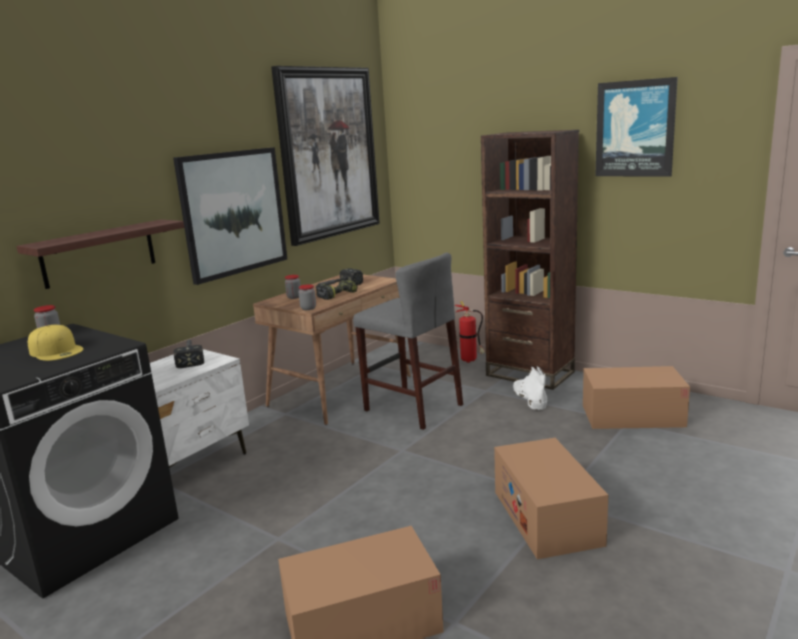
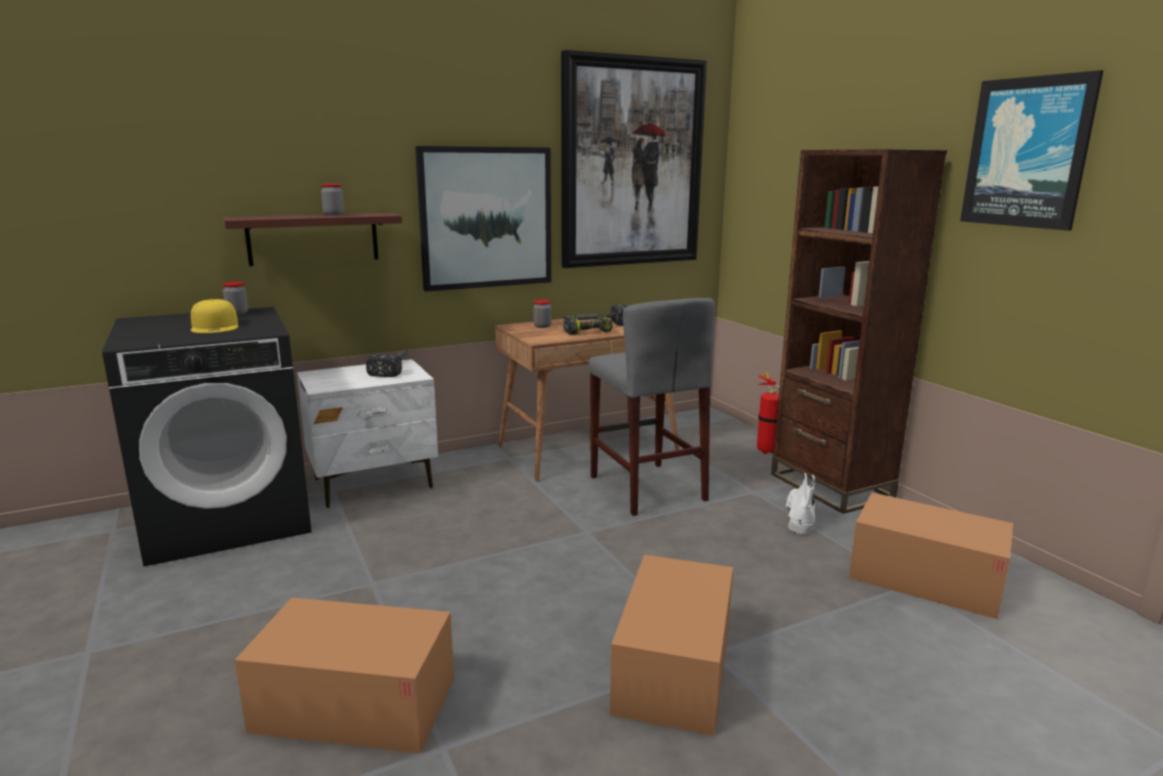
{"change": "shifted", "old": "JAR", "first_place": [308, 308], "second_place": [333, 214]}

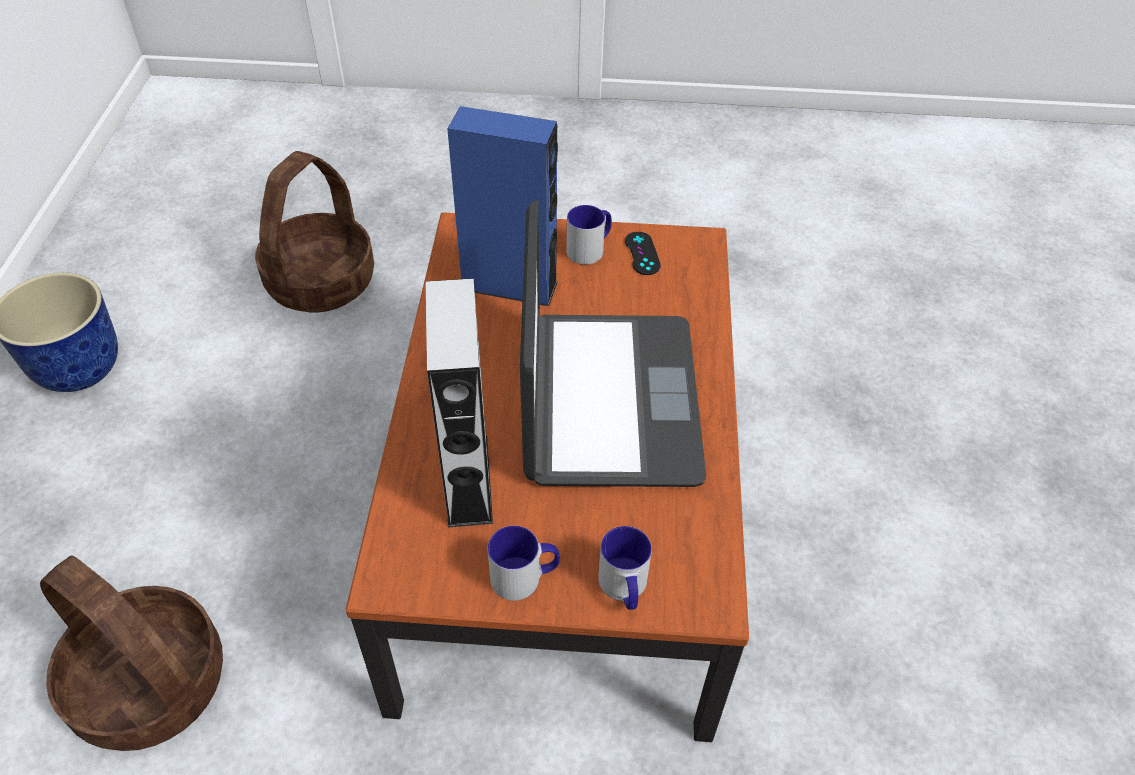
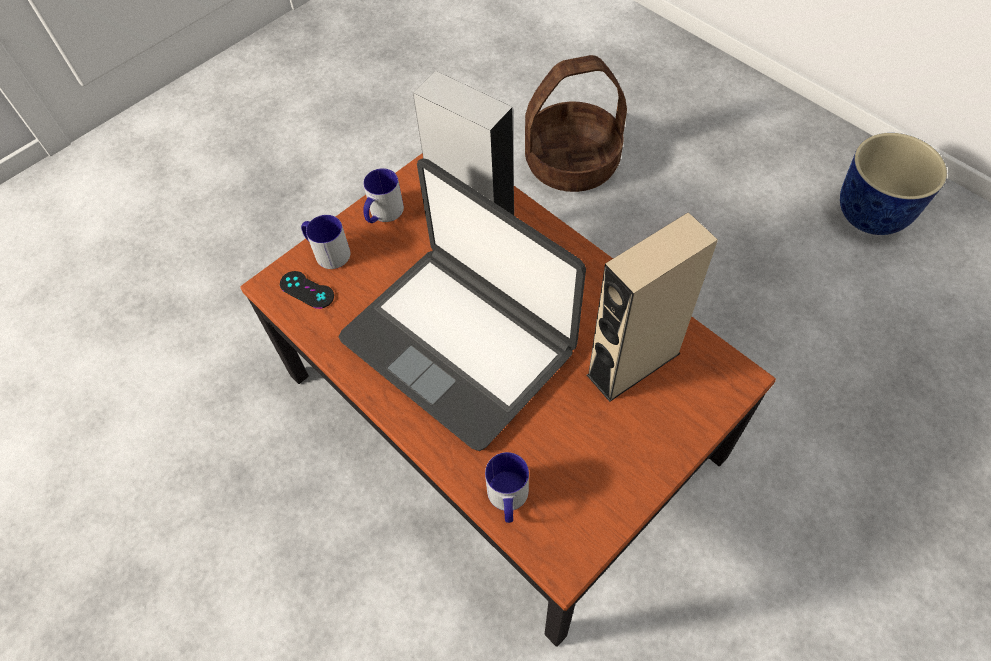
{"change": "shifted", "old": "BLACK GAME CONTROLLER", "first_place": [642, 253], "second_place": [307, 290]}
{"change": "shifted", "old": "MUG", "first_place": [590, 249], "second_place": [508, 499]}
{"change": "repainted", "old": "BLUE SPEAKER", "new": "BEIGE SPEAKER", "first_place": [509, 285], "second_place": [633, 364]}
{"change": "gone", "old": "BASKET", "first_place": [321, 282]}

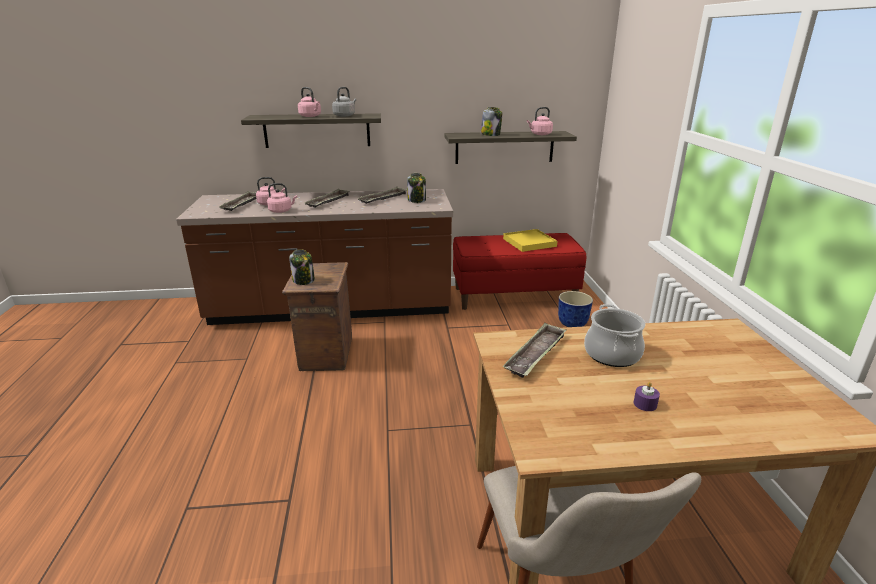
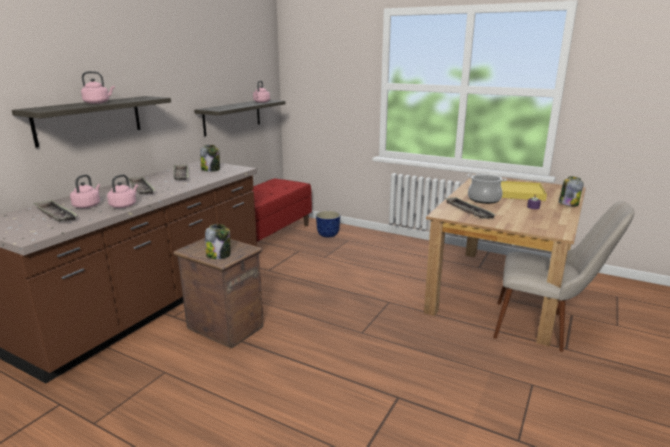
{"change": "shifted", "old": "YELLOW TRAY", "first_place": [529, 242], "second_place": [520, 193]}
{"change": "shifted", "old": "JAR", "first_place": [490, 135], "second_place": [568, 204]}
{"change": "gone", "old": "GREY KETTLE", "first_place": [345, 115]}

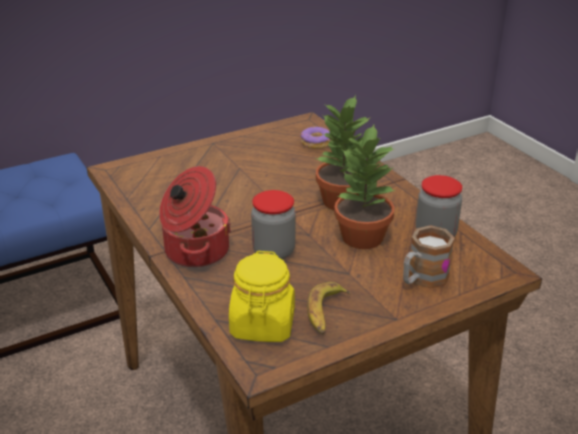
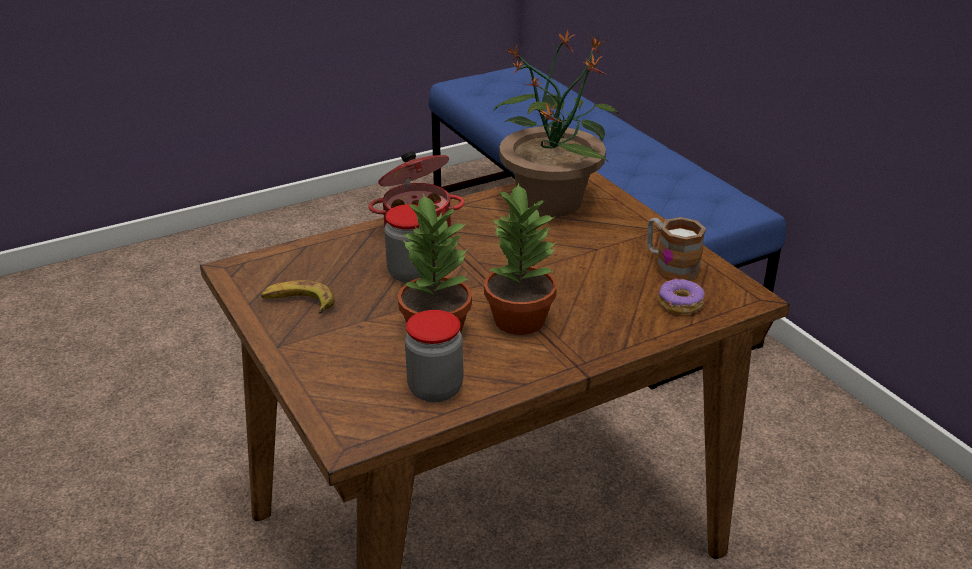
{"change": "new", "new": "POTTED PLANT", "second_place": [550, 201]}
{"change": "shifted", "old": "MUG", "first_place": [422, 279], "second_place": [670, 266]}
{"change": "gone", "old": "YELLOW JAR", "first_place": [263, 325]}

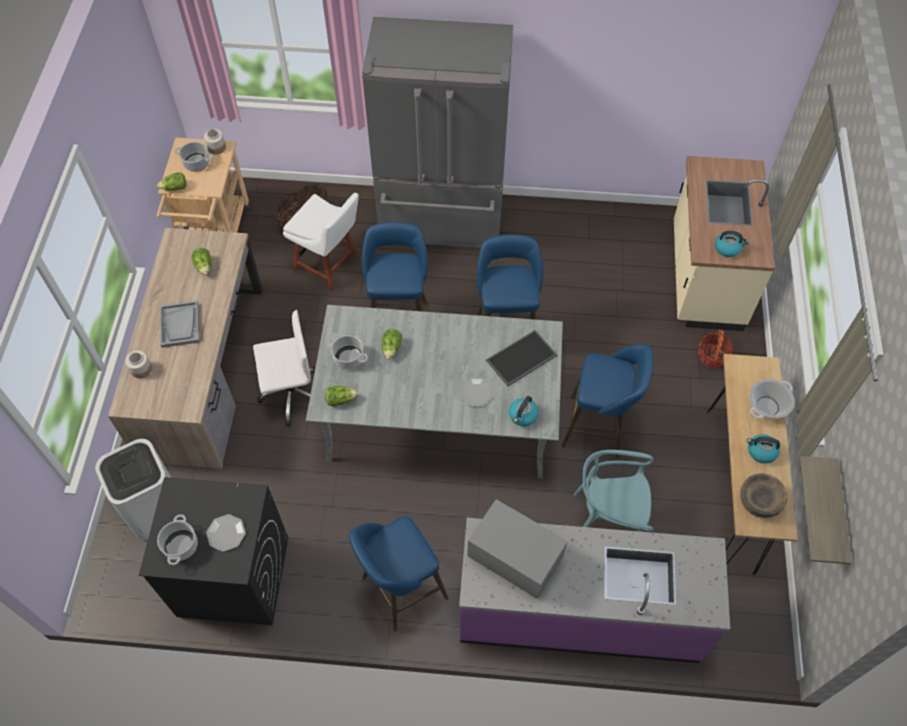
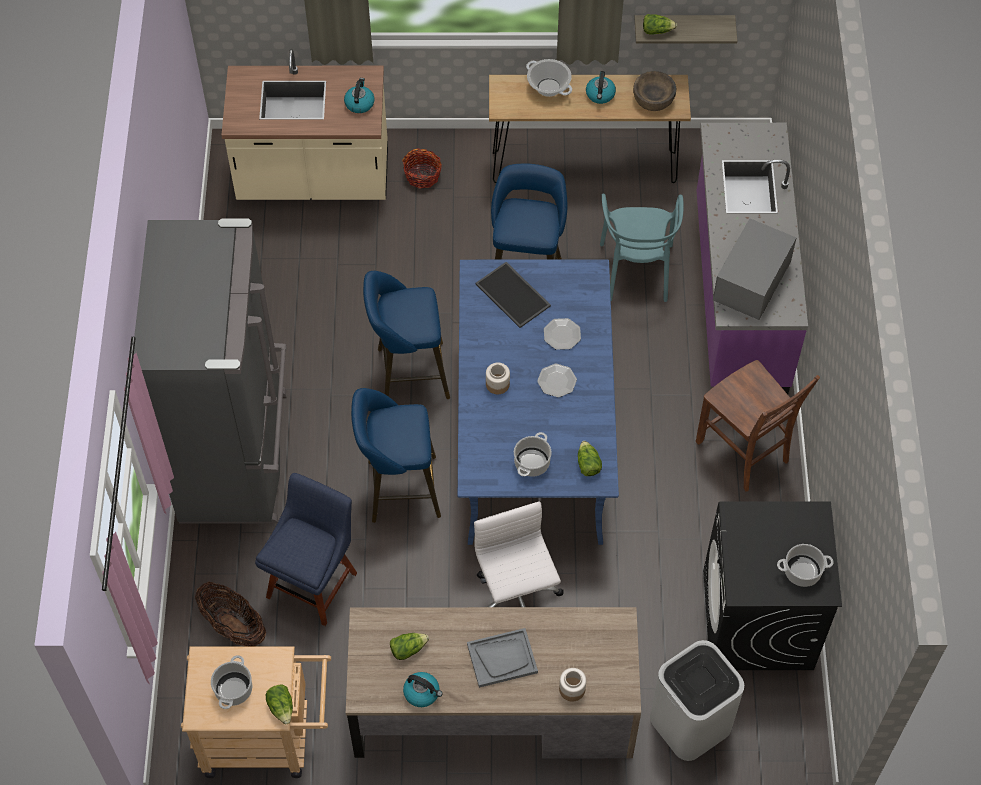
{"change": "repainted", "old": "WHITE CHAIR", "new": "BLUE CHAIR", "first_place": [330, 265], "second_place": [314, 581]}
{"change": "shifted", "old": "KETTLE", "first_place": [523, 416], "second_place": [422, 693]}
{"change": "repainted", "old": "GREY DINING TABLE", "new": "BLUE DINING TABLE", "first_place": [439, 418], "second_place": [532, 433]}
{"change": "shifted", "old": "JAR", "first_place": [216, 148], "second_place": [498, 384]}
{"change": "shifted", "old": "PLATE", "first_place": [226, 533], "second_place": [557, 381]}
{"change": "shifted", "old": "LETTUCE", "first_place": [392, 348], "second_place": [657, 30]}
{"change": "swapped", "old": "BLUE STOOL", "new": "BROWN CHAIR", "first_place": [400, 590], "second_place": [744, 452]}

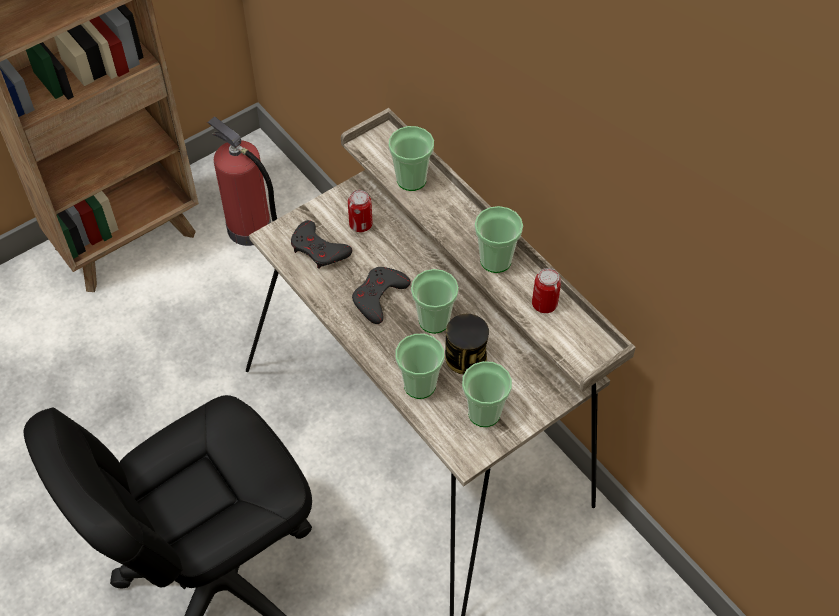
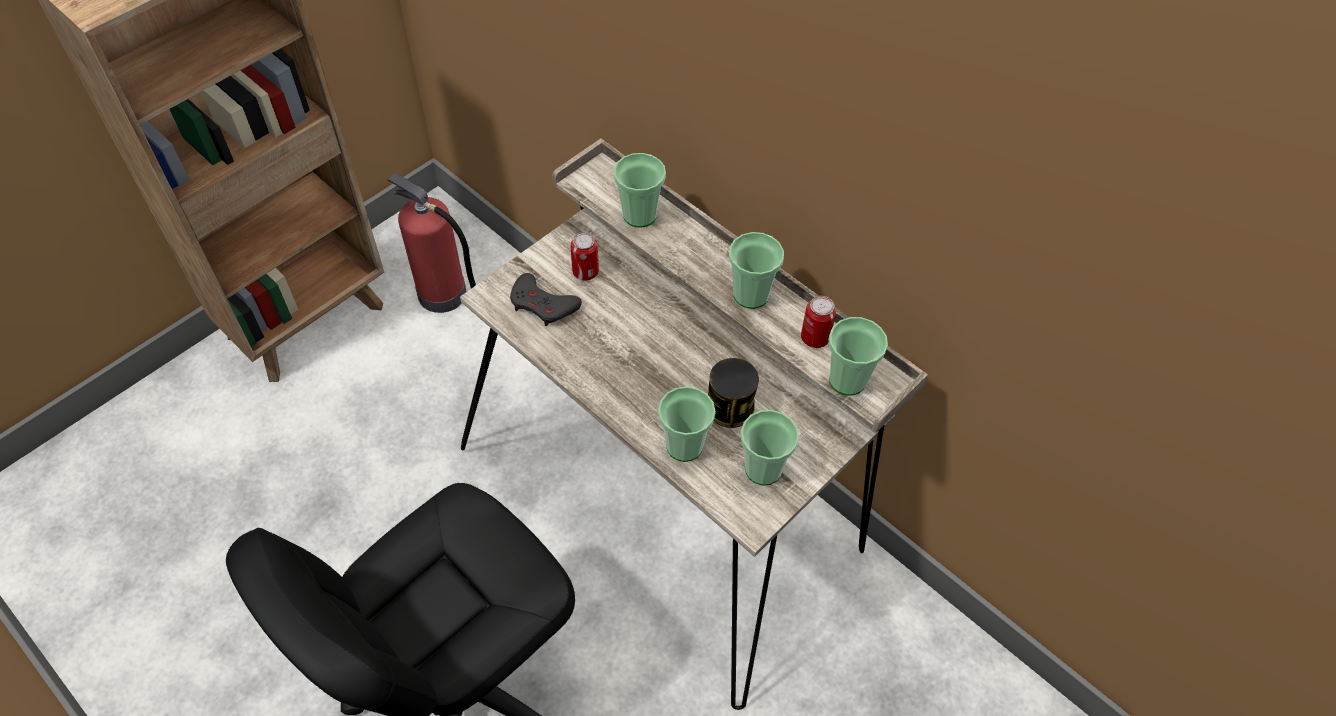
{"change": "shifted", "old": "CUP", "first_place": [434, 320], "second_place": [847, 380]}
{"change": "gone", "old": "GREY GAME CONTROLLER", "first_place": [379, 297]}

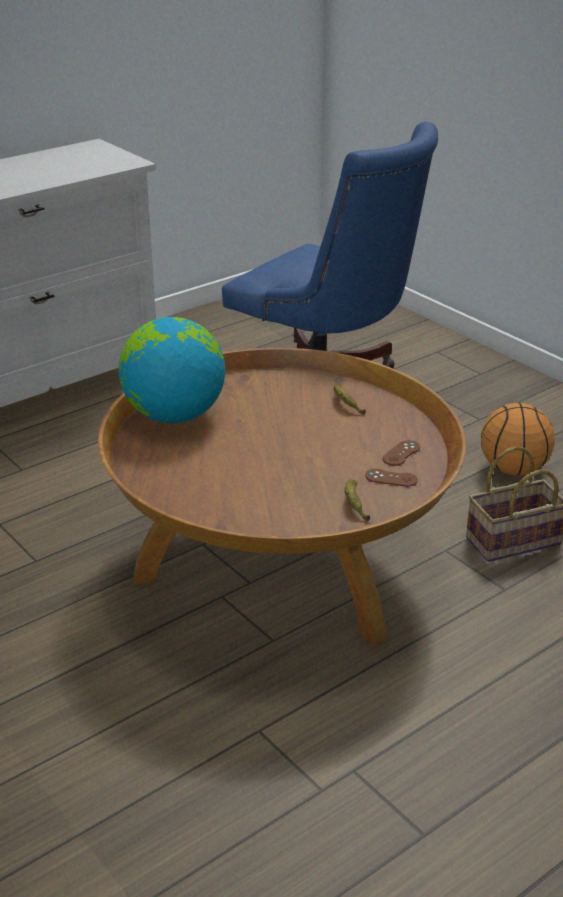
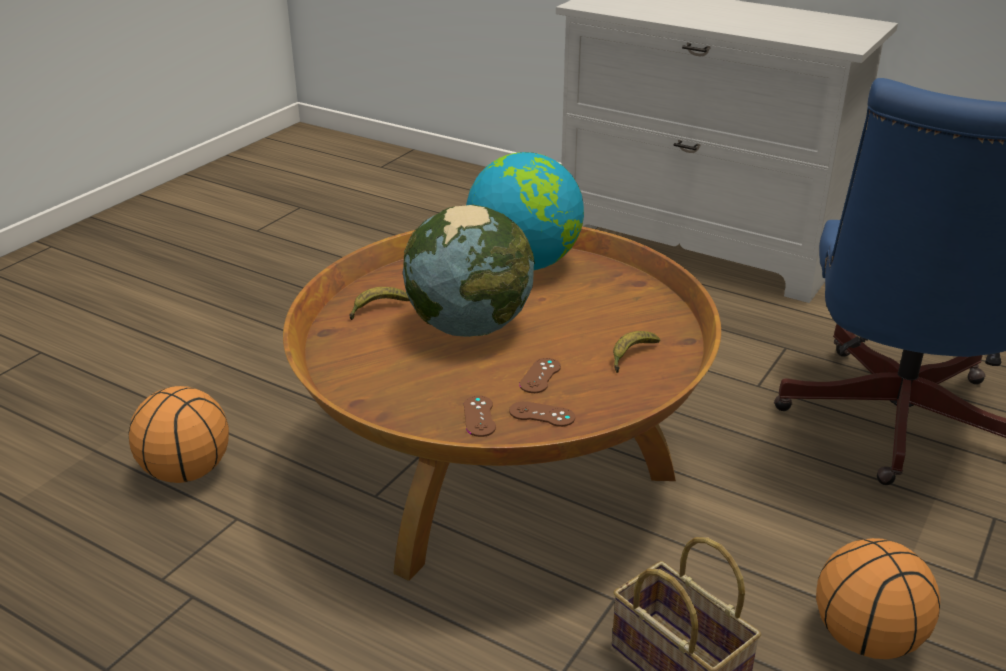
{"change": "new", "new": "BASKETBALL", "second_place": [187, 471]}
{"change": "shifted", "old": "BANANA", "first_place": [354, 505], "second_place": [377, 308]}
{"change": "new", "new": "GLOBE", "second_place": [470, 327]}
{"change": "new", "new": "BROWN GAME CONTROLLER", "second_place": [540, 376]}

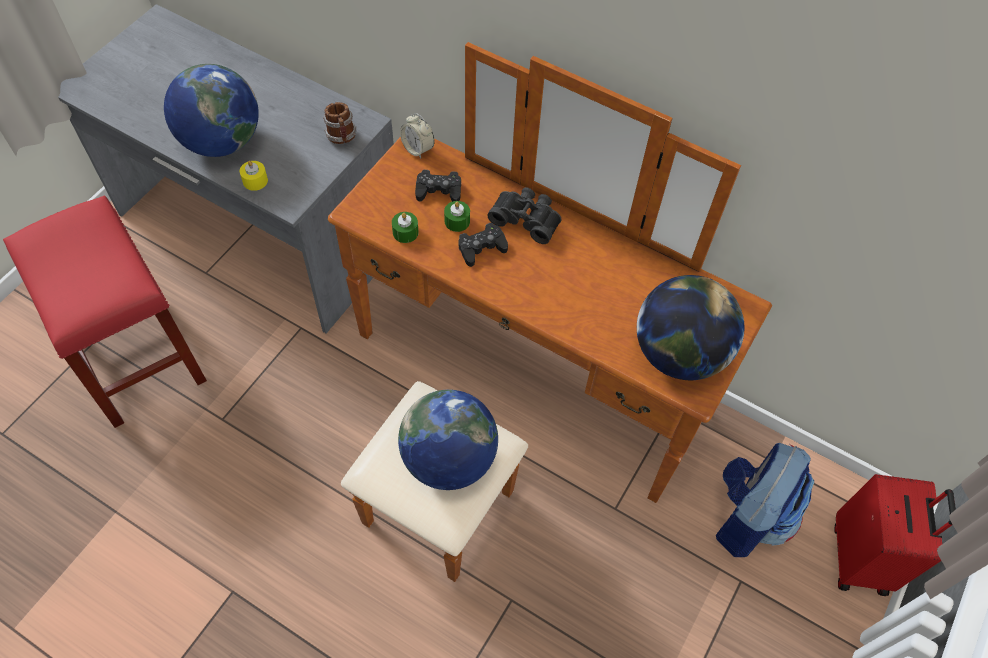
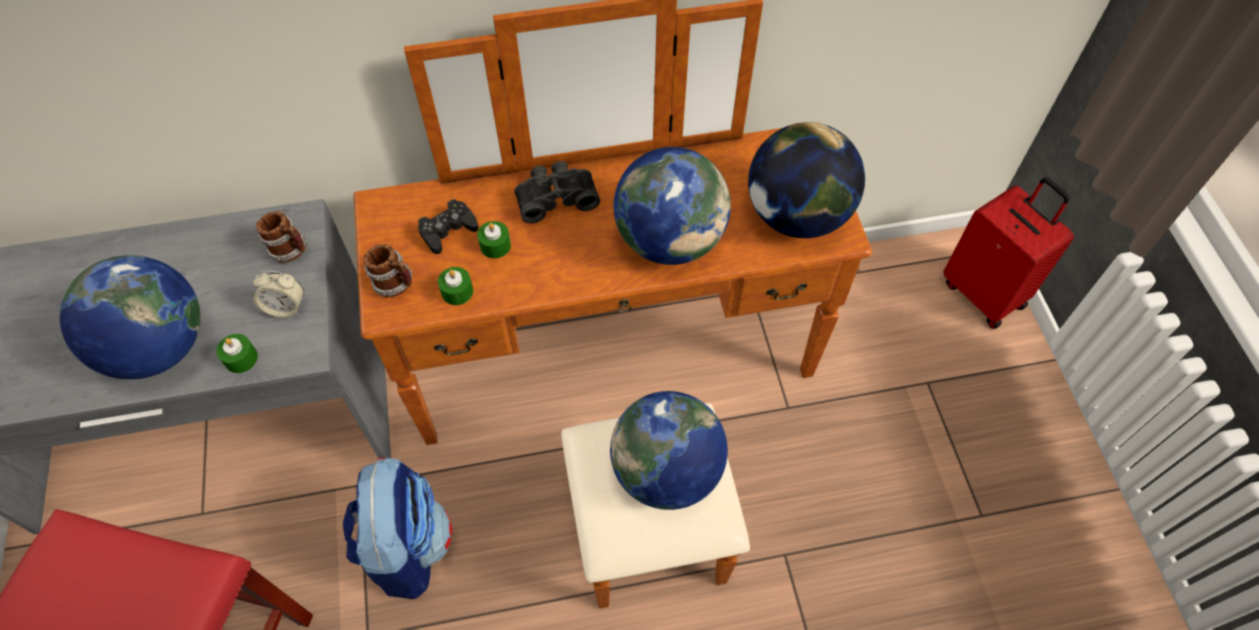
{"change": "repainted", "old": "YELLOW CANDLE", "new": "GREEN CANDLE", "first_place": [255, 181], "second_place": [241, 358]}
{"change": "shifted", "old": "ALARM CLOCK", "first_place": [418, 149], "second_place": [286, 307]}
{"change": "shifted", "old": "BACKPACK", "first_place": [747, 516], "second_place": [406, 546]}
{"change": "new", "new": "MUG", "second_place": [396, 284]}
{"change": "new", "new": "GLOBE", "second_place": [669, 240]}
{"change": "gone", "old": "BLACK GAME CONTROLLER", "first_place": [481, 248]}

